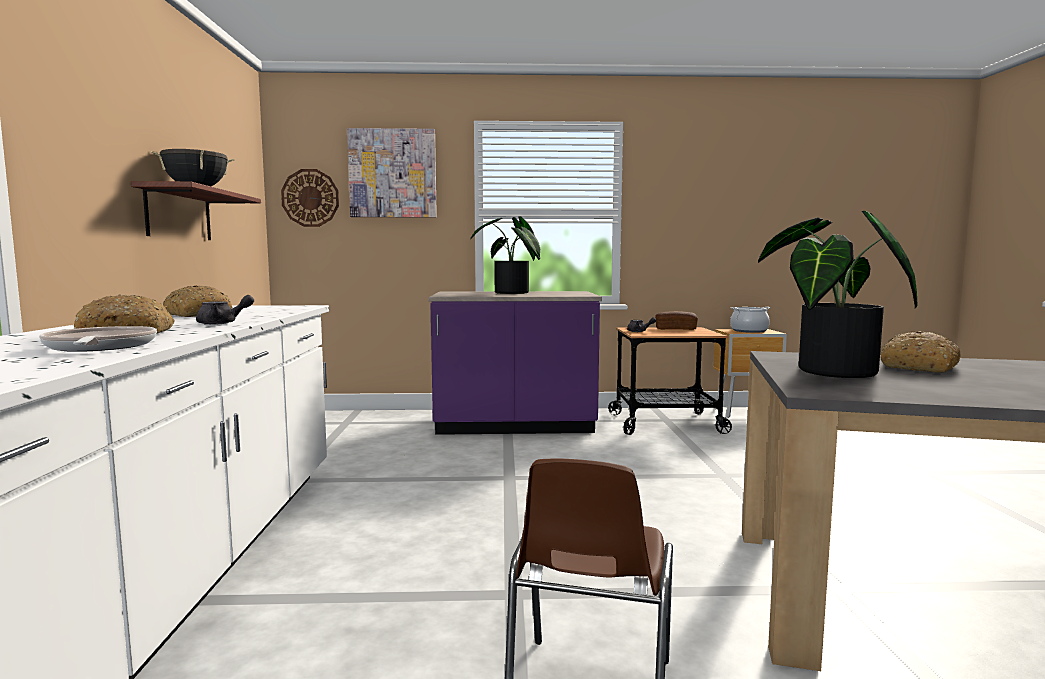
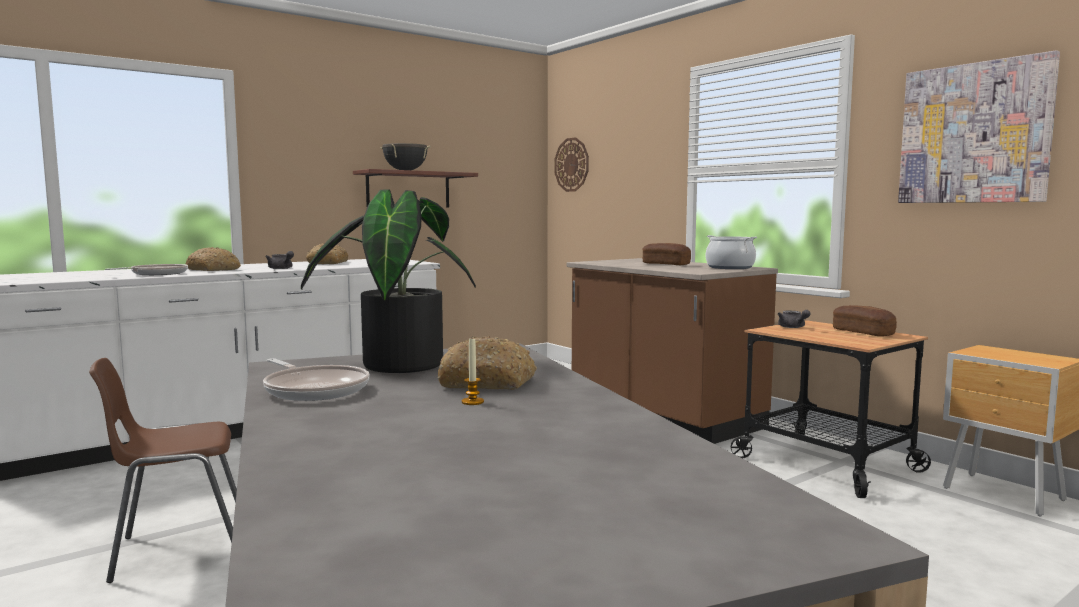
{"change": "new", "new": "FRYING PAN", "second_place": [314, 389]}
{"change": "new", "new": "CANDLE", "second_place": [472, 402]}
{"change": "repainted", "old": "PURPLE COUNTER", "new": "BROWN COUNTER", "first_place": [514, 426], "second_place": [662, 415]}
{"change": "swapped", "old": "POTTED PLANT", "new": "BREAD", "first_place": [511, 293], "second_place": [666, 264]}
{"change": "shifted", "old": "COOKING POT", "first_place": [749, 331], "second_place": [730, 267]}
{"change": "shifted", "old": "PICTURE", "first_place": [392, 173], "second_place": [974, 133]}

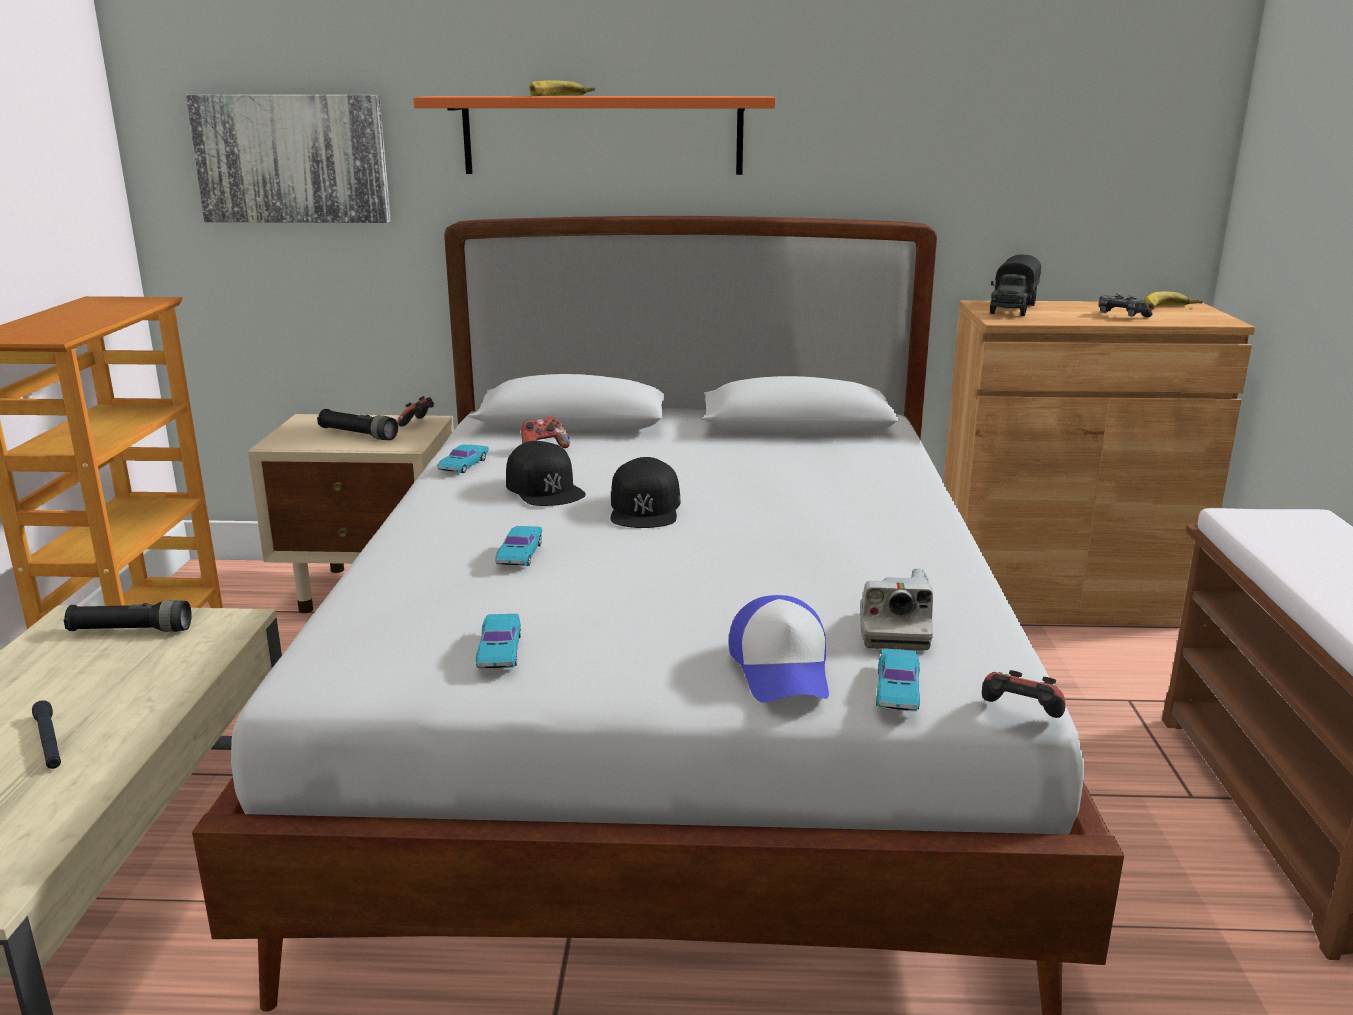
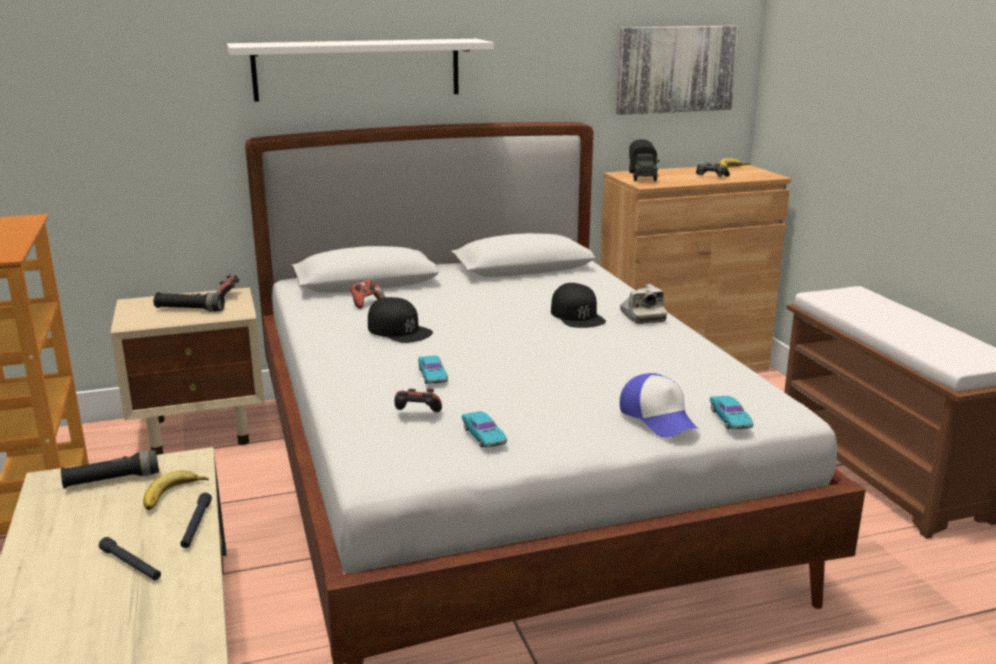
{"change": "shifted", "old": "BANANA", "first_place": [560, 95], "second_place": [174, 496]}
{"change": "new", "new": "BLACK FLASHLIGHT", "second_place": [196, 525]}
{"change": "repainted", "old": "ORANGE SHELF", "new": "WHITE SHELF", "first_place": [602, 135], "second_place": [357, 69]}
{"change": "shifted", "old": "GAME CONTROLLER", "first_place": [1019, 716], "second_place": [417, 415]}
{"change": "shifted", "old": "BLACK CAP", "first_place": [645, 508], "second_place": [577, 315]}
{"change": "shifted", "old": "PICTURE", "first_place": [292, 159], "second_place": [675, 69]}
{"change": "shifted", "old": "PHOTO CAMERA", "first_place": [893, 631], "second_place": [642, 316]}
{"change": "gone", "old": "TURQUOISE TOY CAR", "first_place": [464, 465]}

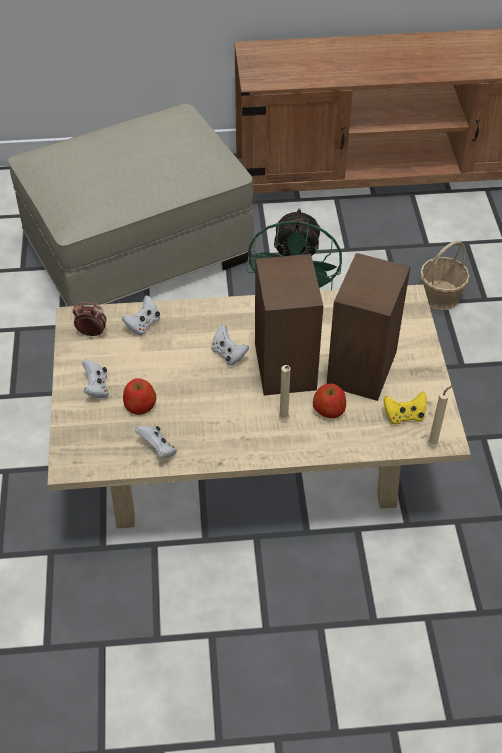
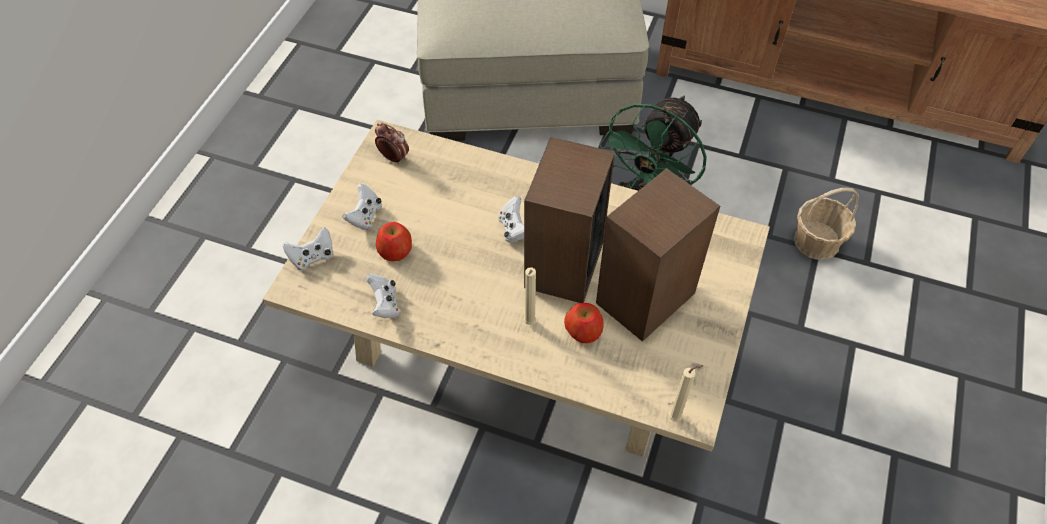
{"change": "shifted", "old": "WHITE GAME CONTROLLER", "first_place": [143, 324], "second_place": [312, 257]}
{"change": "gone", "old": "YELLOW GAME CONTROLLER", "first_place": [404, 416]}

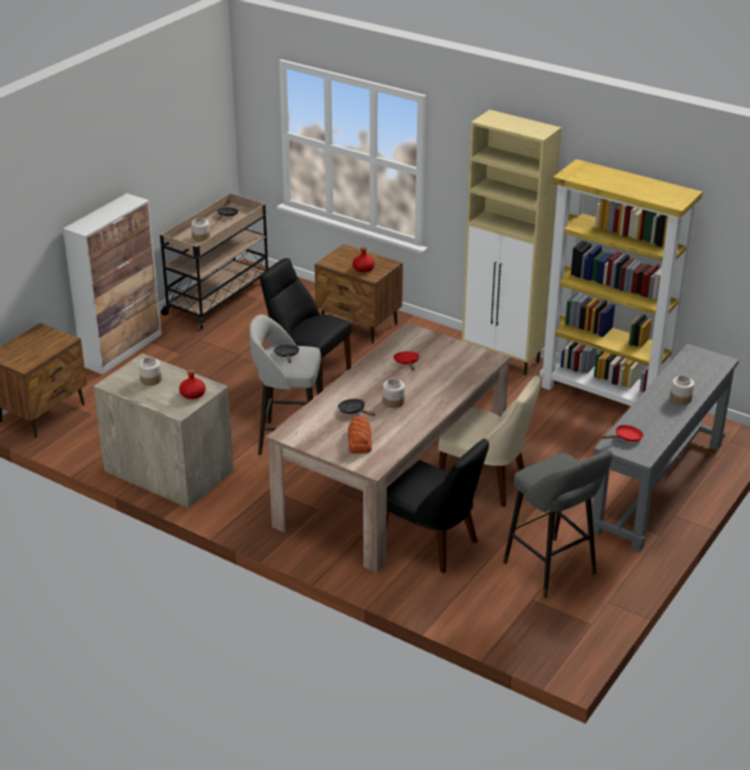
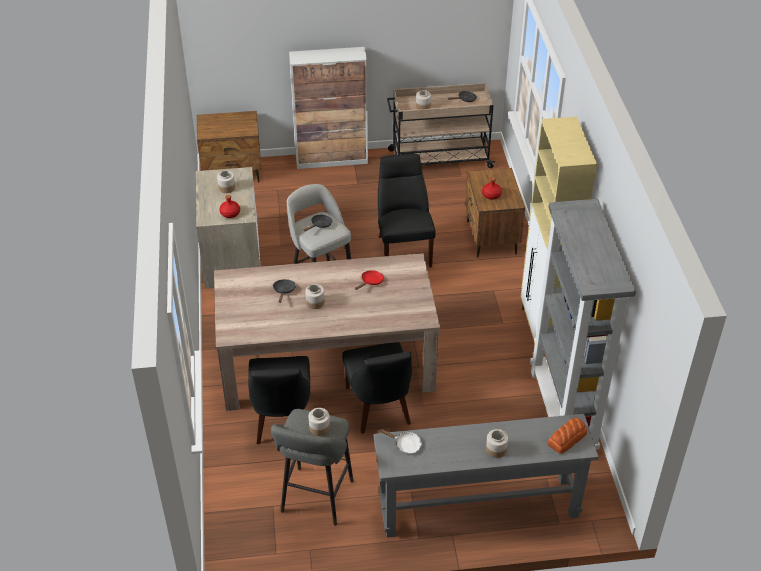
{"change": "new", "new": "JAR", "second_place": [319, 428]}
{"change": "repainted", "old": "BEIGE CHAIR", "new": "BLACK CHAIR", "first_place": [486, 483], "second_place": [379, 408]}
{"change": "repainted", "old": "RED FRYING PAN", "new": "WHITE FRYING PAN", "first_place": [626, 438], "second_place": [405, 444]}
{"change": "repainted", "old": "YELLOW BOOKCASE", "new": "GREY BOOKCASE", "first_place": [605, 396], "second_place": [563, 413]}
{"change": "shifted", "old": "BREAD", "first_place": [360, 440], "second_place": [567, 438]}

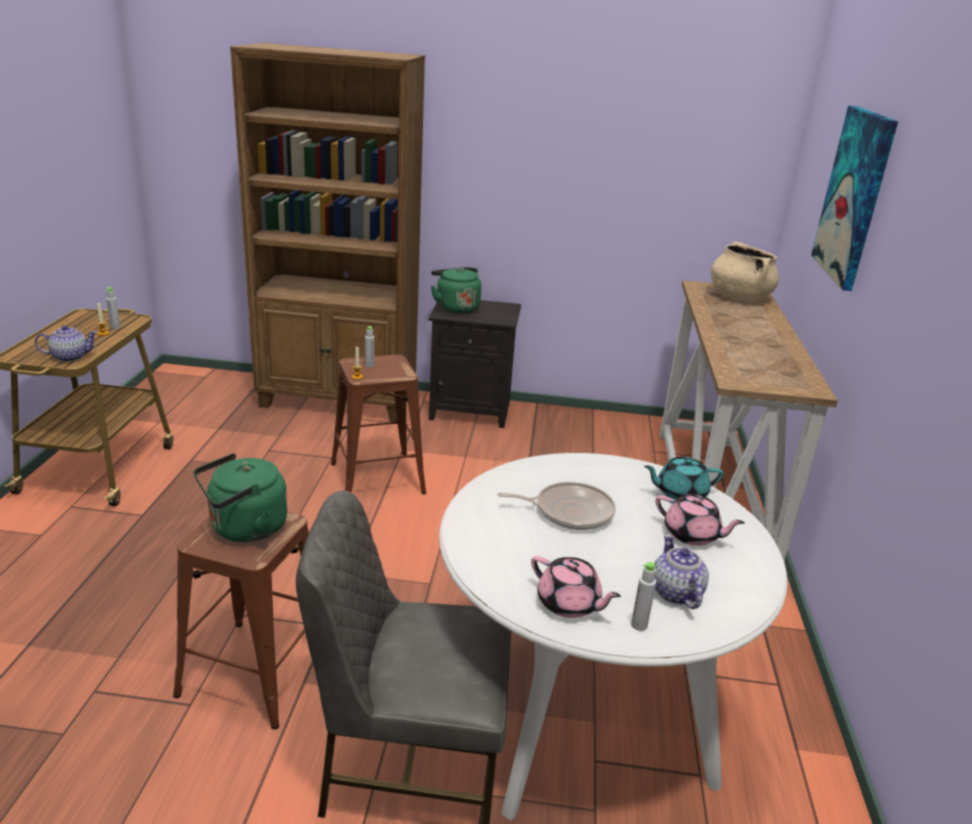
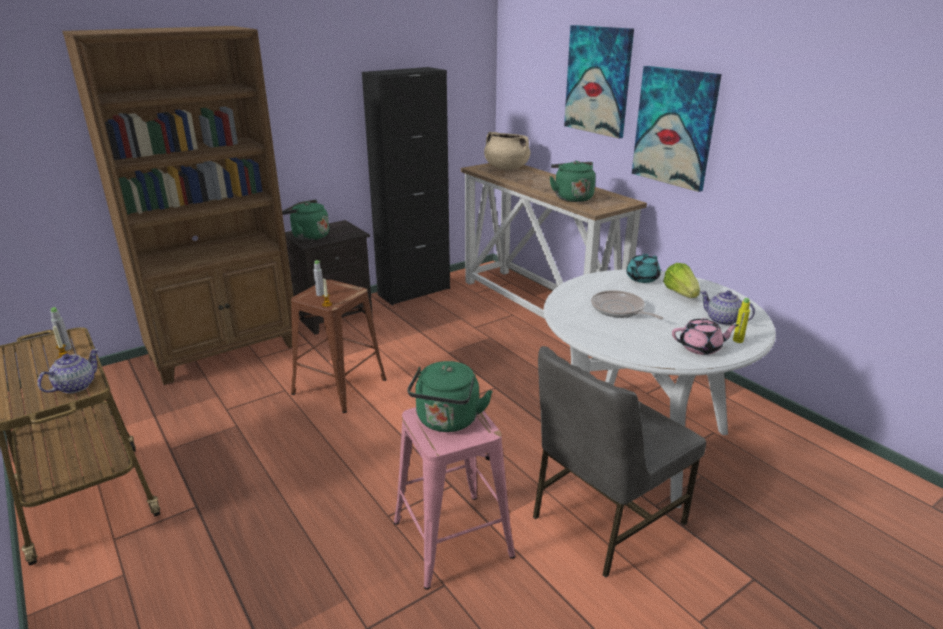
{"change": "new", "new": "BLACK CABINET", "second_place": [414, 291]}
{"change": "repainted", "old": "BROWN STOOL", "new": "PINK STOOL", "first_place": [254, 671], "second_place": [451, 539]}
{"change": "new", "new": "GREEN KETTLE", "second_place": [572, 197]}
{"change": "rotated", "old": "FRYING PAN", "first_place": [569, 511], "second_place": [619, 310], "degrees": -90}
{"change": "new", "new": "PICTURE", "second_place": [674, 127]}
{"change": "swapped", "old": "PINK TEAPOT", "new": "LETTUCE", "first_place": [692, 535], "second_place": [681, 294]}
{"change": "repainted", "old": "GREY BOTTLE", "new": "YELLOW BOTTLE", "first_place": [639, 625], "second_place": [738, 340]}

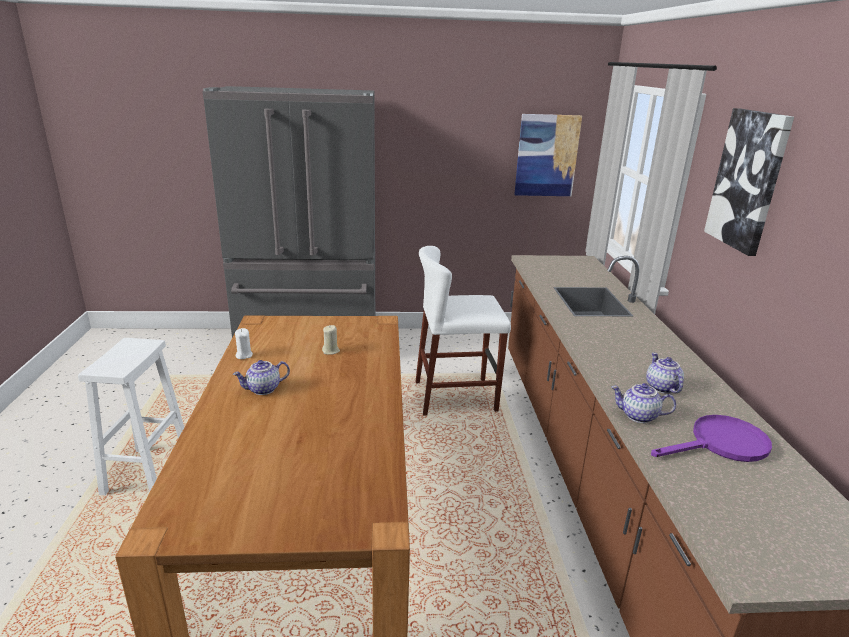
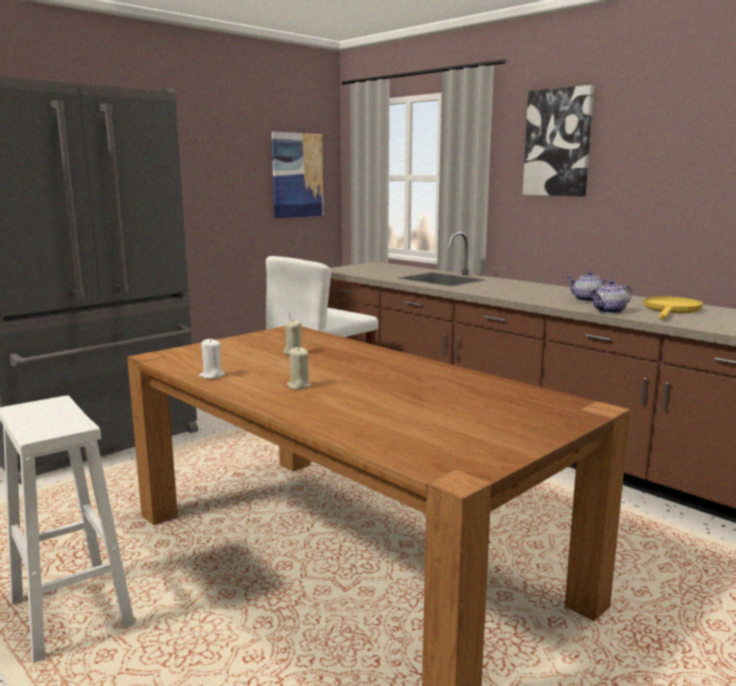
{"change": "swapped", "old": "TEAPOT", "new": "BEIGE CANDLE", "first_place": [263, 389], "second_place": [299, 386]}
{"change": "repainted", "old": "PURPLE FRYING PAN", "new": "YELLOW FRYING PAN", "first_place": [721, 444], "second_place": [671, 310]}

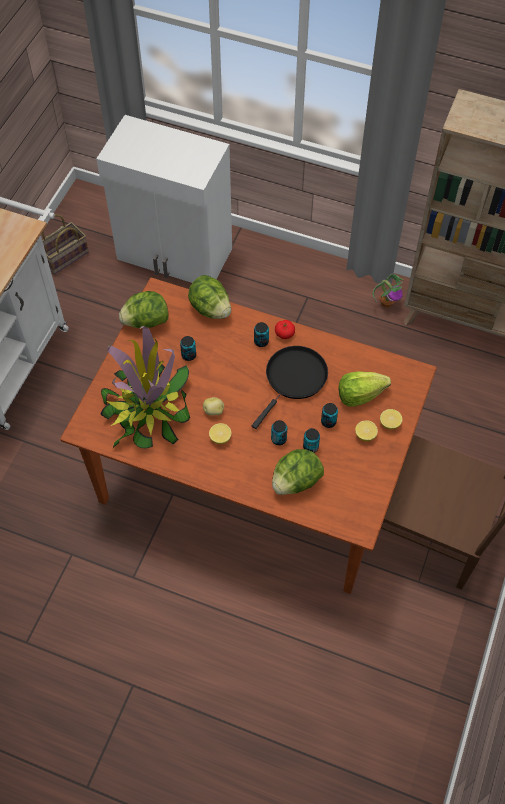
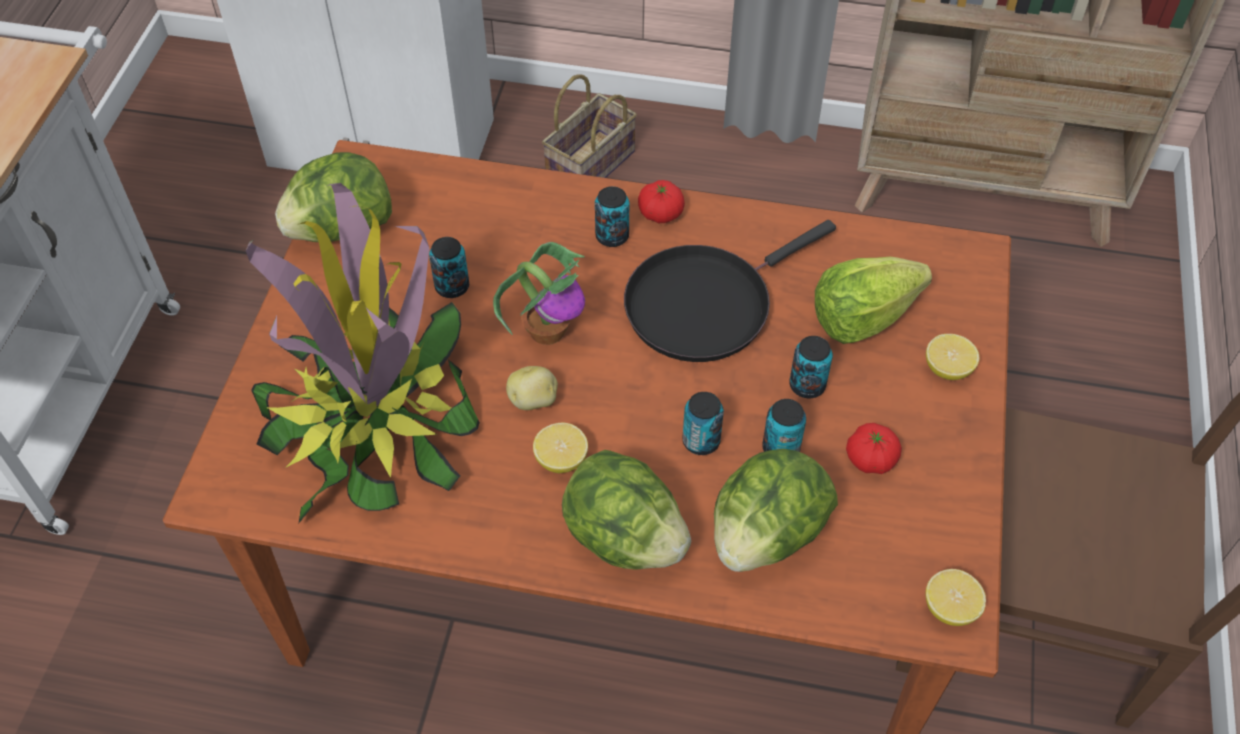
{"change": "shifted", "old": "POTTED PLANT", "first_place": [387, 302], "second_place": [547, 330]}
{"change": "shifted", "old": "BASKET", "first_place": [64, 258], "second_place": [590, 167]}
{"change": "shifted", "old": "LETTUCE", "first_place": [210, 309], "second_place": [624, 538]}
{"change": "rotated", "old": "BLACK FRYING PAN", "first_place": [294, 379], "second_place": [704, 304], "degrees": -150}
{"change": "new", "new": "TOMATO", "second_place": [870, 459]}
{"change": "shifted", "old": "LEMON", "first_place": [365, 435], "second_place": [950, 608]}

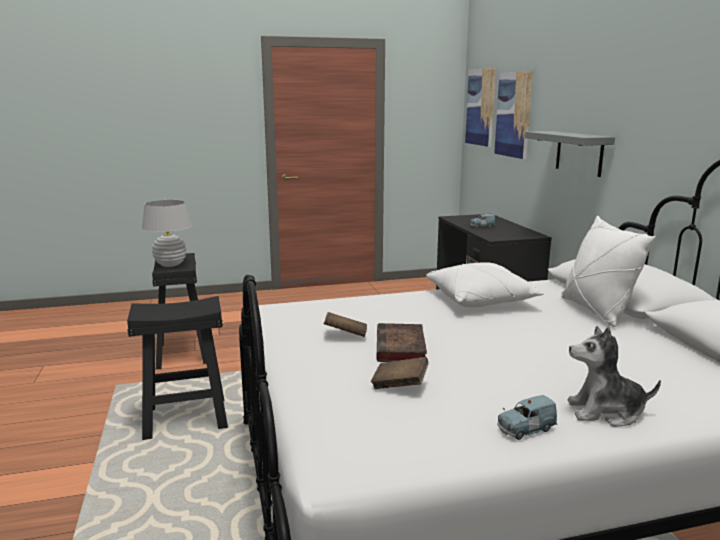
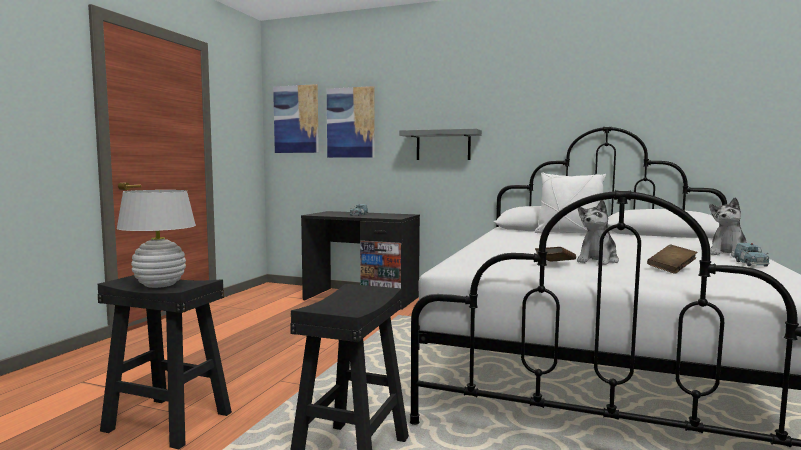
{"change": "swapped", "old": "BOOK", "new": "PLUSH TOY", "first_place": [401, 348], "second_place": [597, 260]}
{"change": "gone", "old": "WHITE PILLOW", "first_place": [481, 300]}

